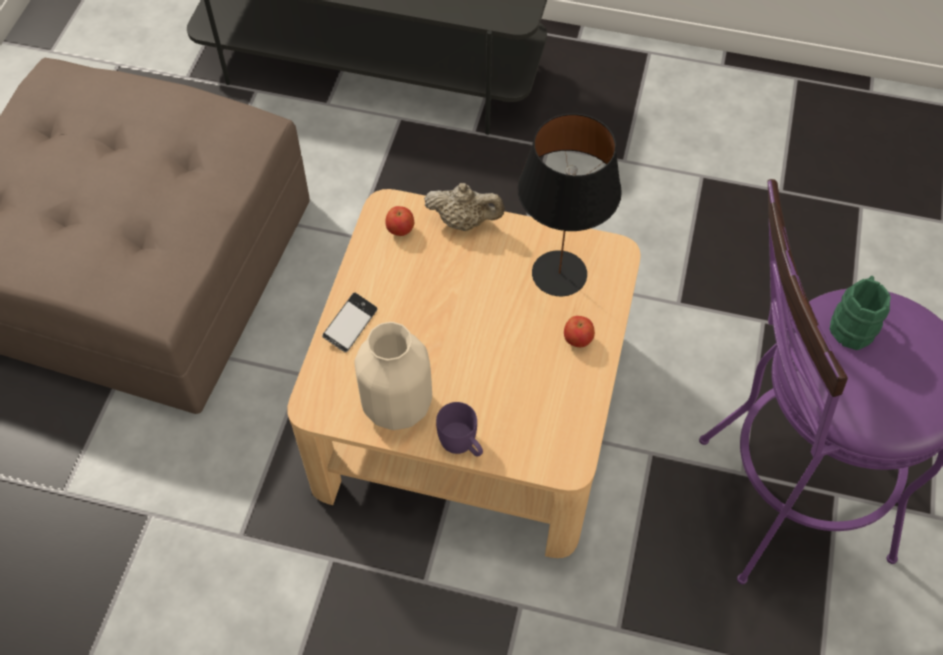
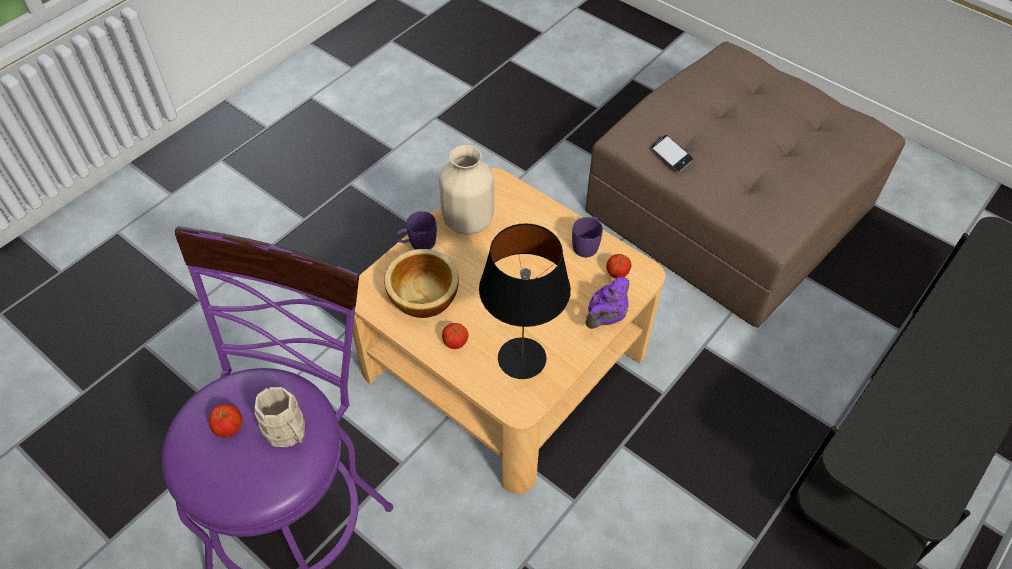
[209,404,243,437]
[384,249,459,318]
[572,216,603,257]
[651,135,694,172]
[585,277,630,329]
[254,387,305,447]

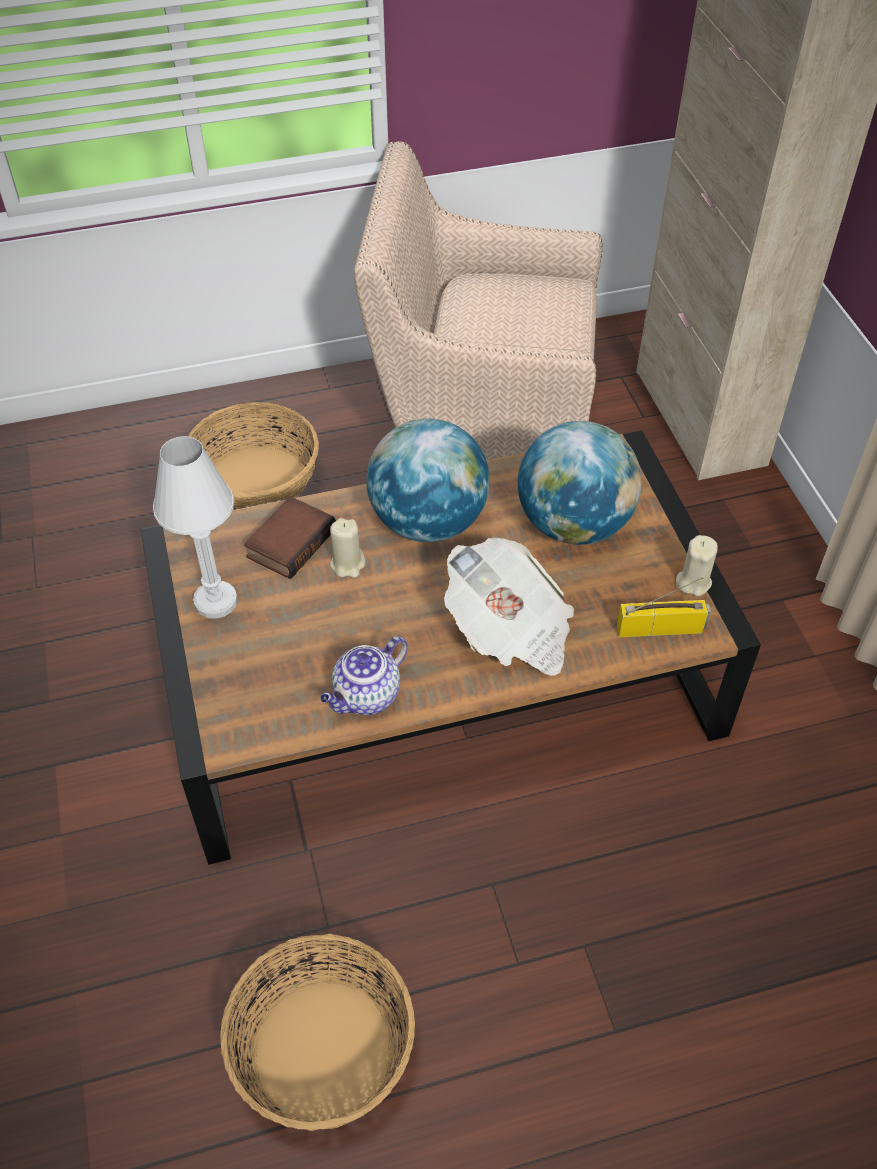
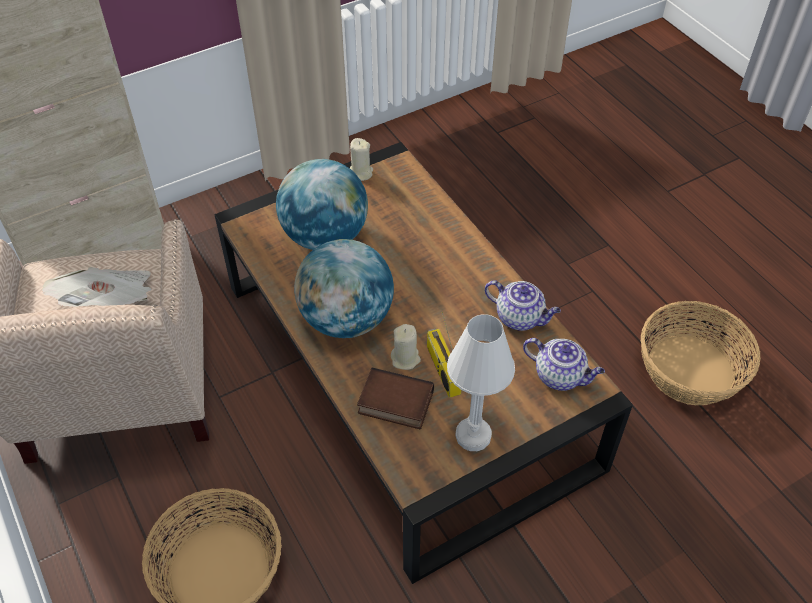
[523,338,605,391]
[42,267,152,307]
[427,312,461,398]

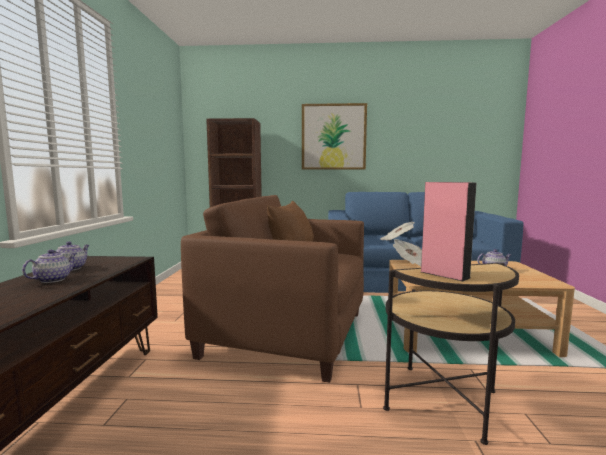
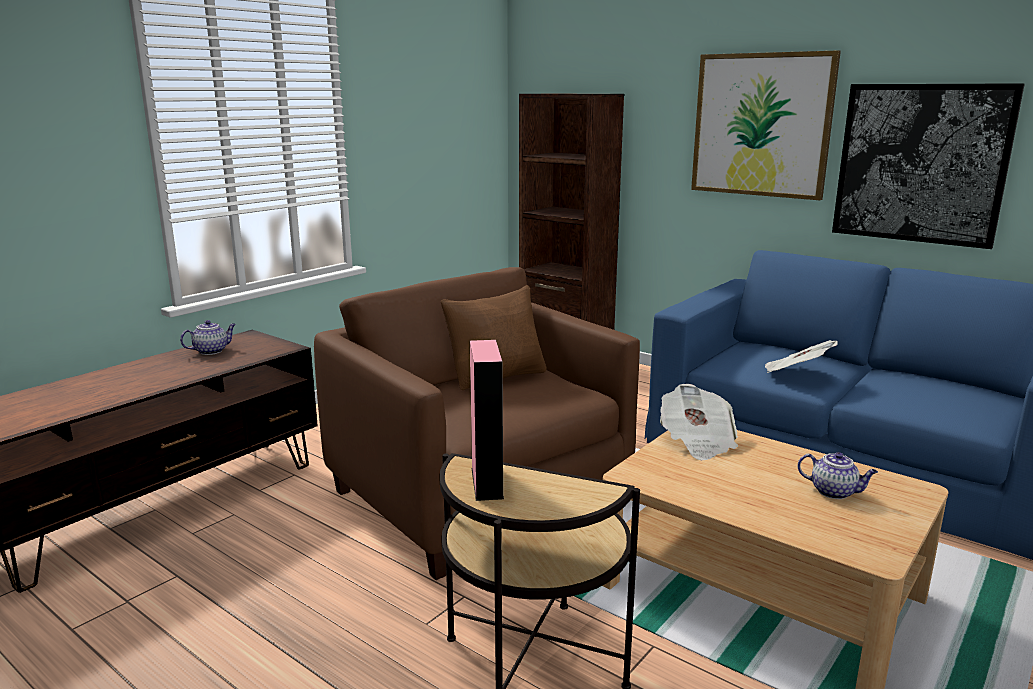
[22,250,77,283] (first image)
[832,83,1025,249]

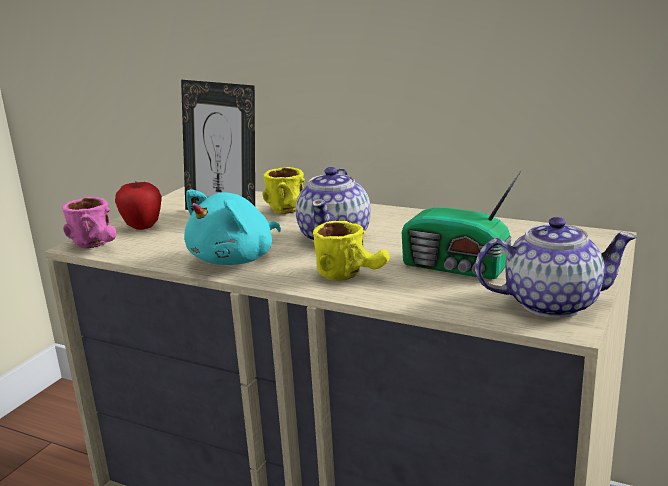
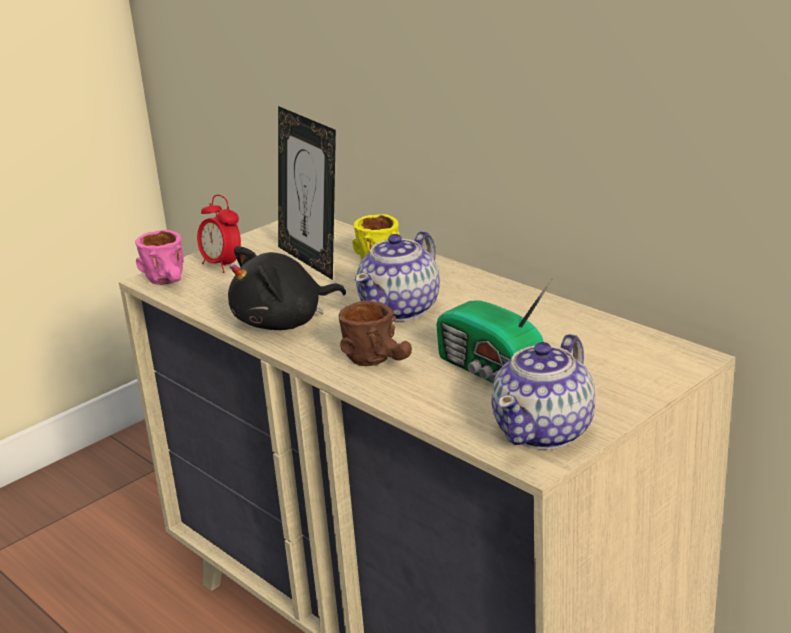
[197,195,241,273]
[228,246,346,330]
[339,301,412,366]
[492,334,595,450]

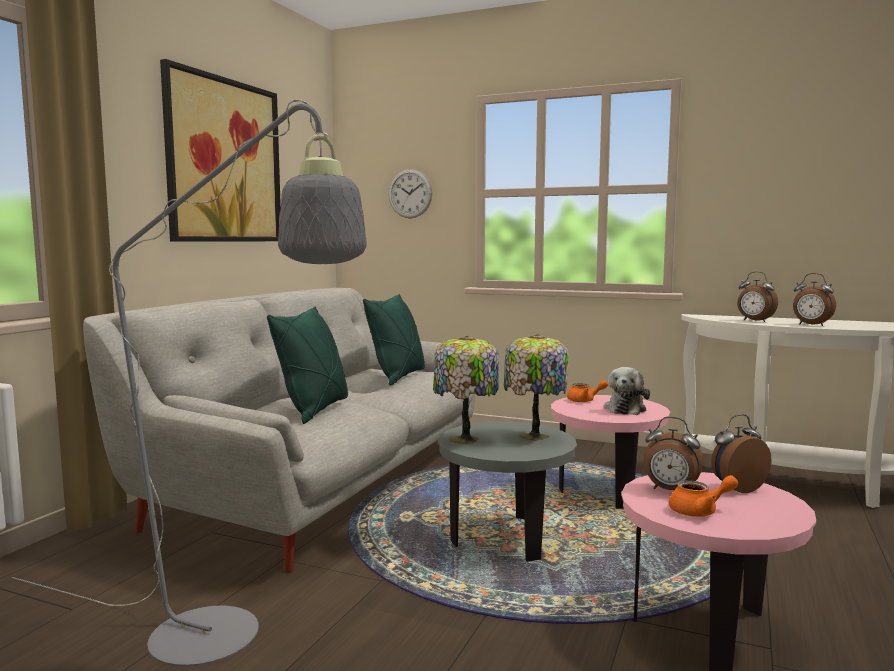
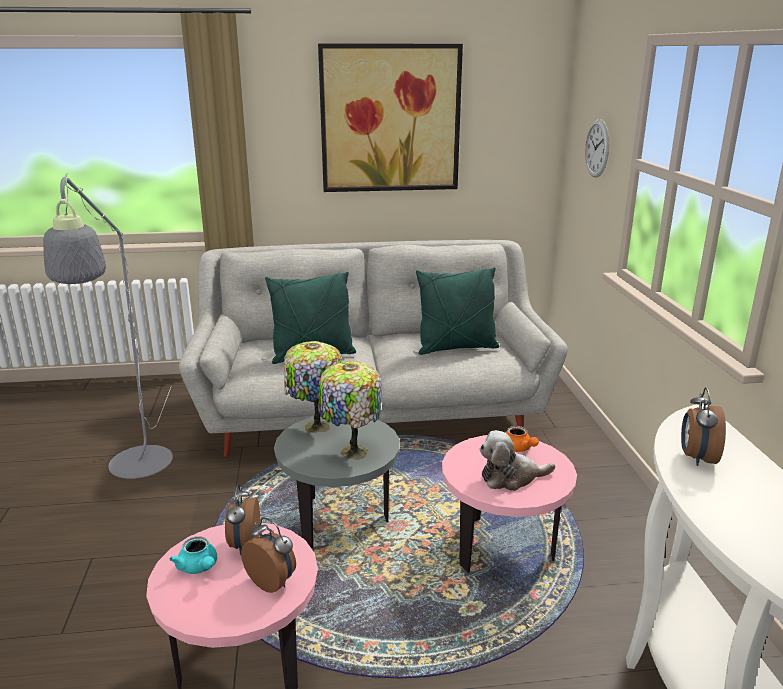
[793,273,836,326] (first image)
[169,536,217,574]

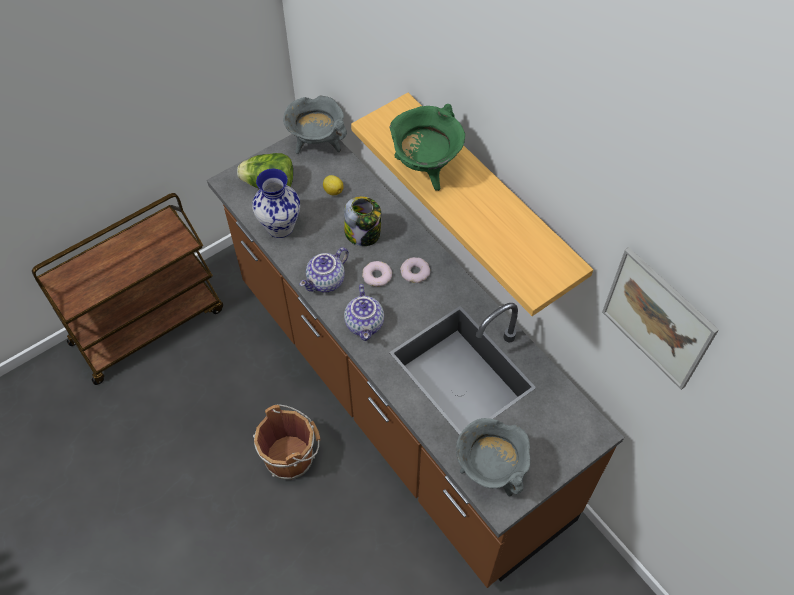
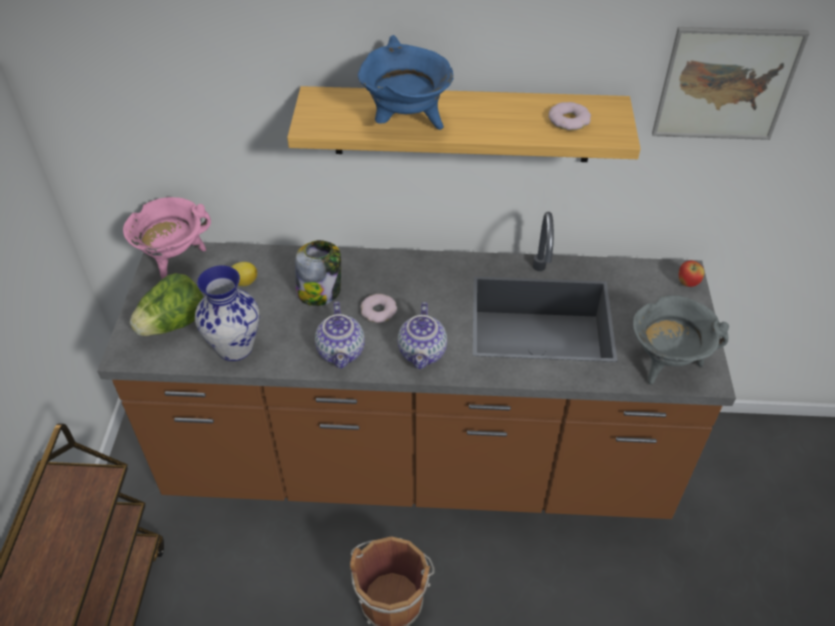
[679,261,704,287]
[548,102,591,130]
[123,197,211,279]
[358,35,453,130]
[398,302,447,369]

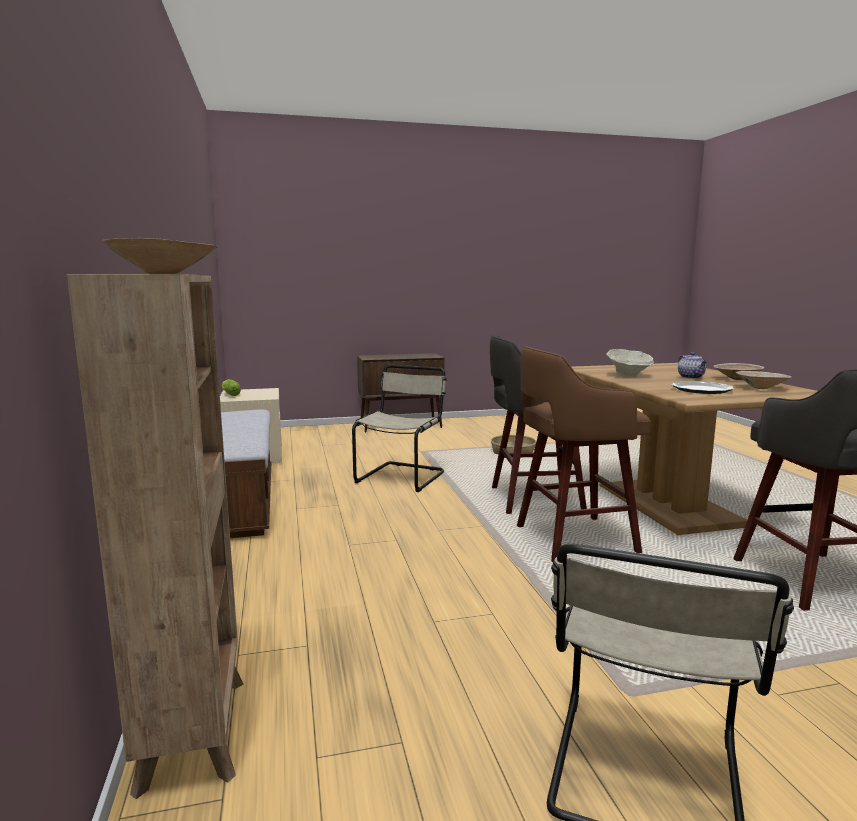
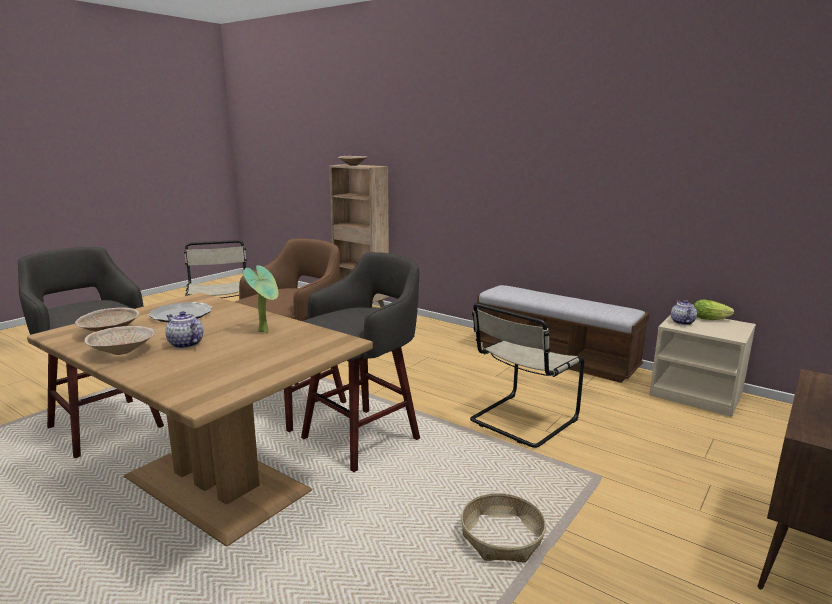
[671,300,697,325]
[243,265,278,333]
[470,303,585,448]

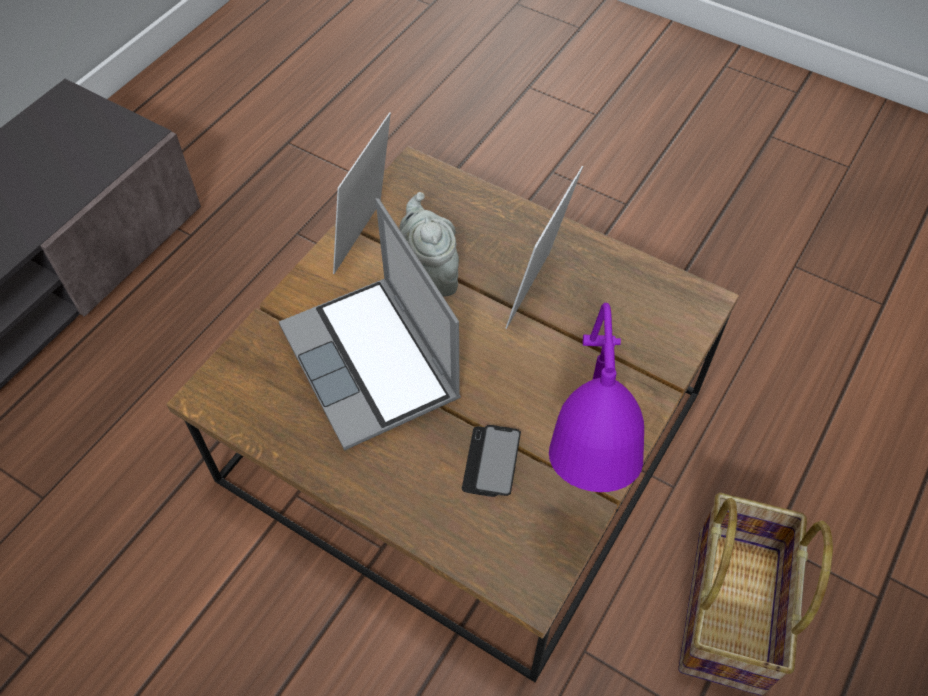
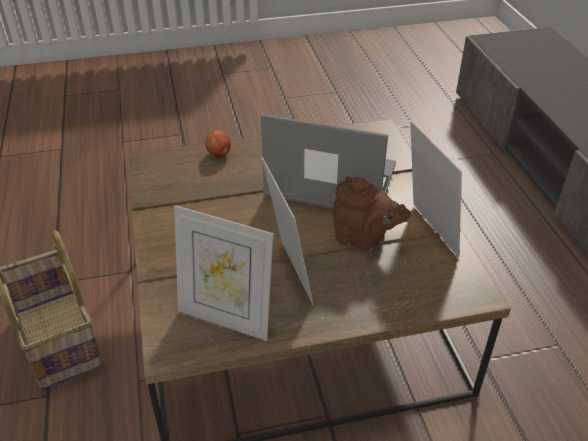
[462,425,521,497] (first image)
[549,303,644,492] (first image)
[174,205,273,341]
[205,130,231,157]
[333,176,410,251]

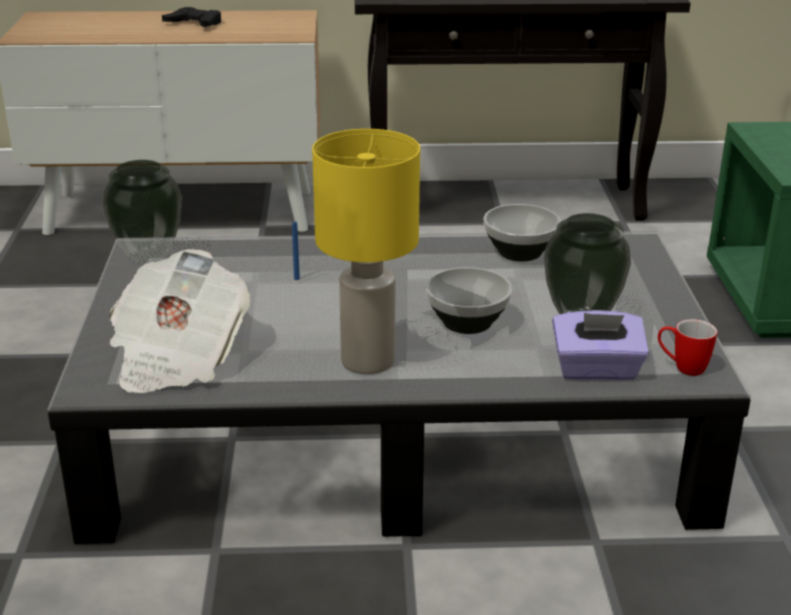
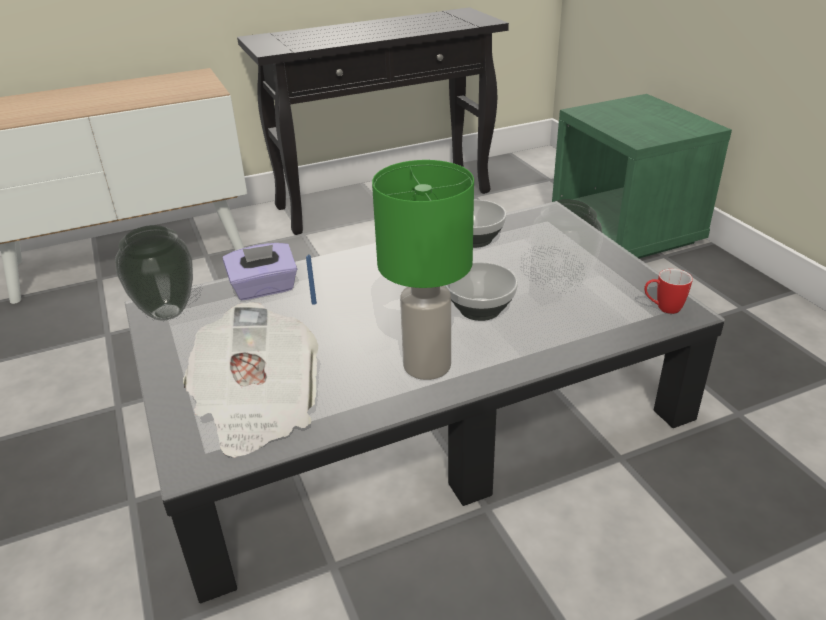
[162,7,221,27] (first image)
[223,243,297,301]
[372,160,474,380]

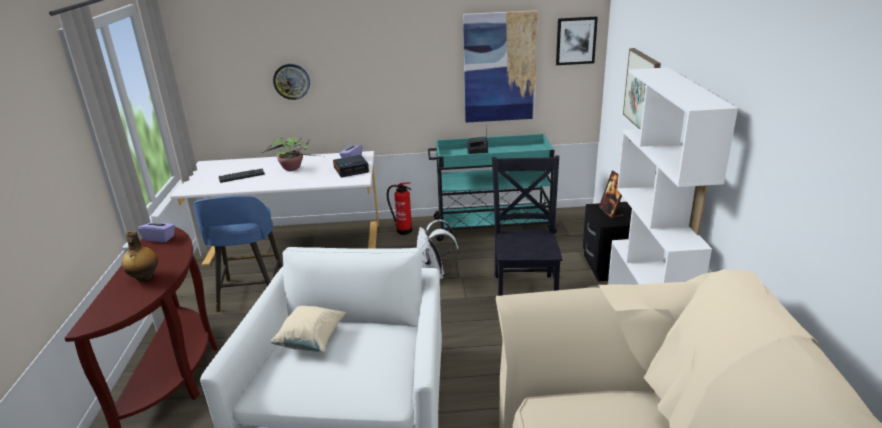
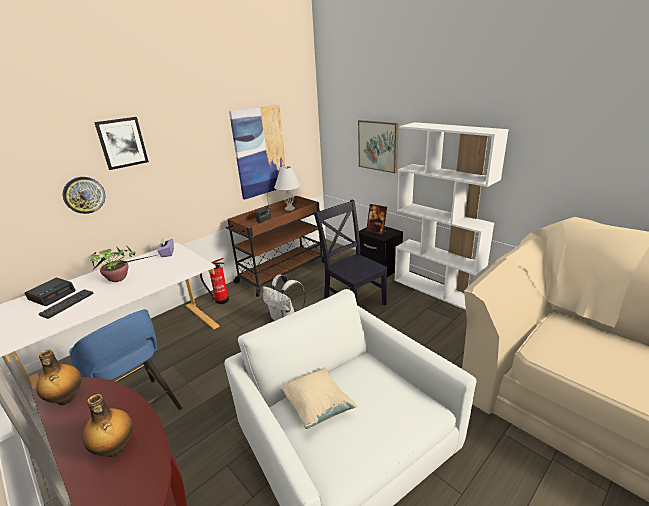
[274,166,301,211]
[25,278,76,306]
[94,117,149,170]
[36,350,82,405]
[226,196,324,297]

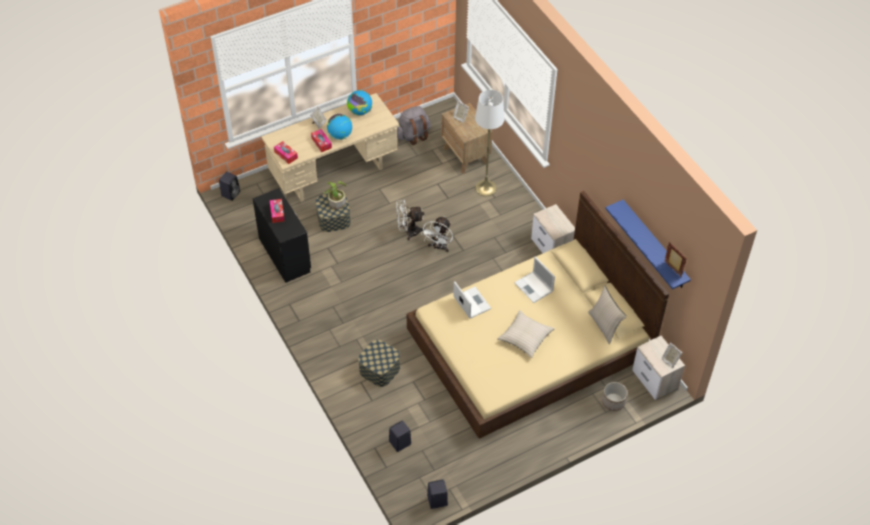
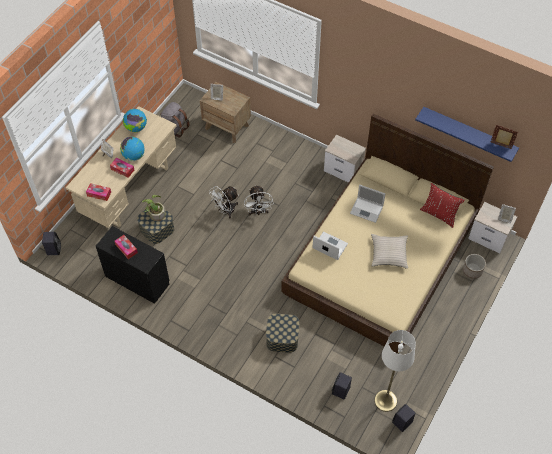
[374,330,416,412]
[420,183,465,228]

